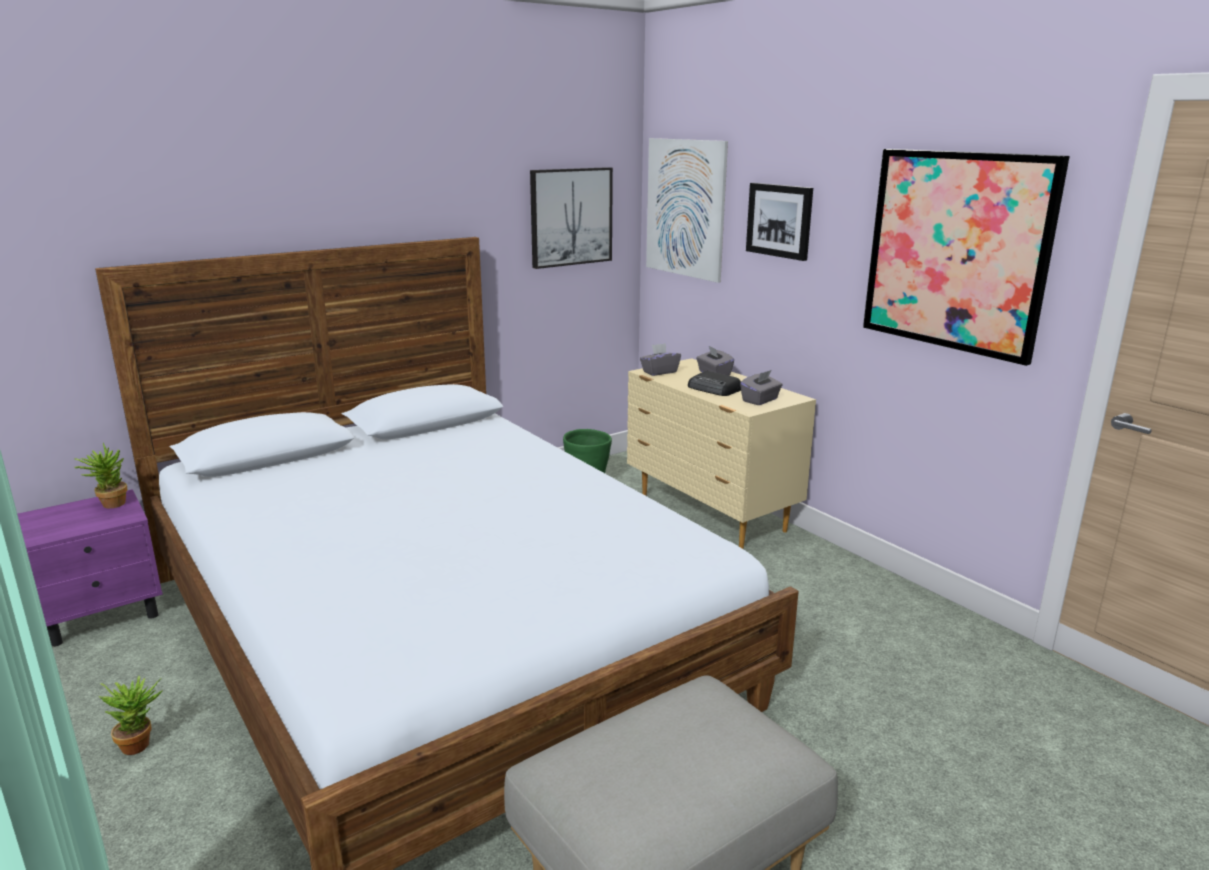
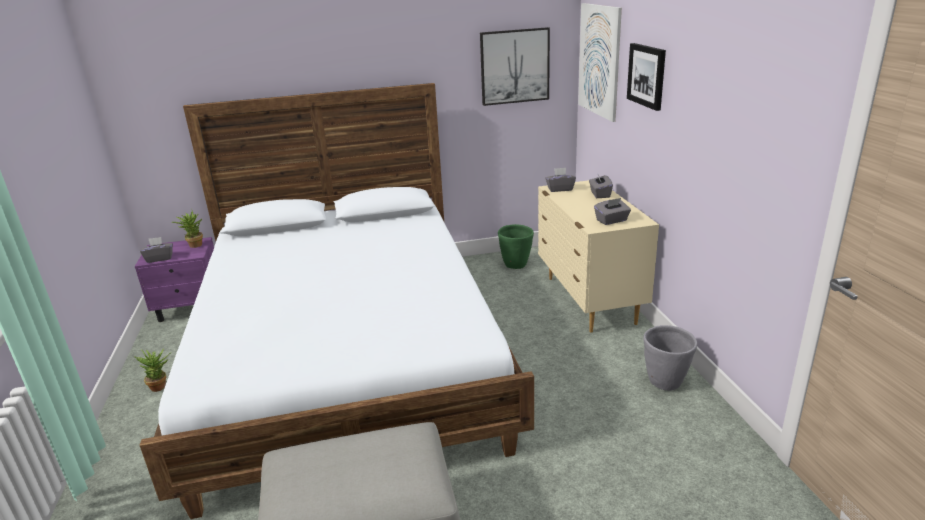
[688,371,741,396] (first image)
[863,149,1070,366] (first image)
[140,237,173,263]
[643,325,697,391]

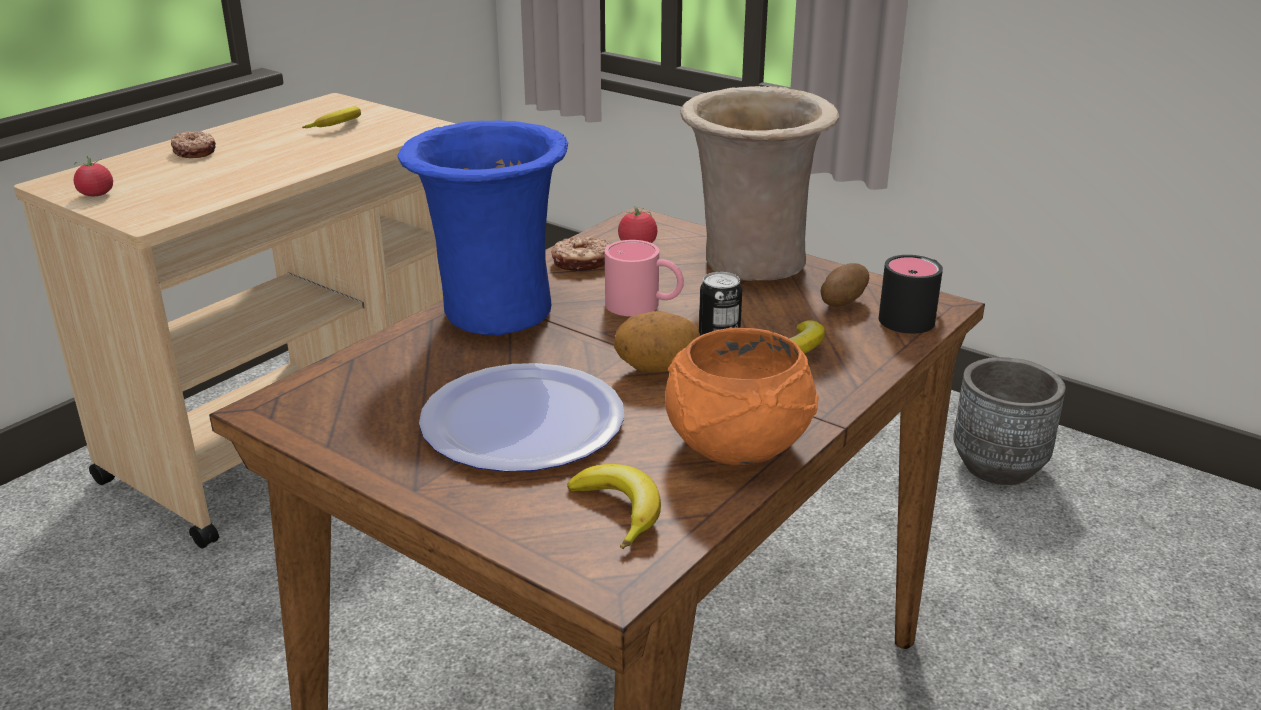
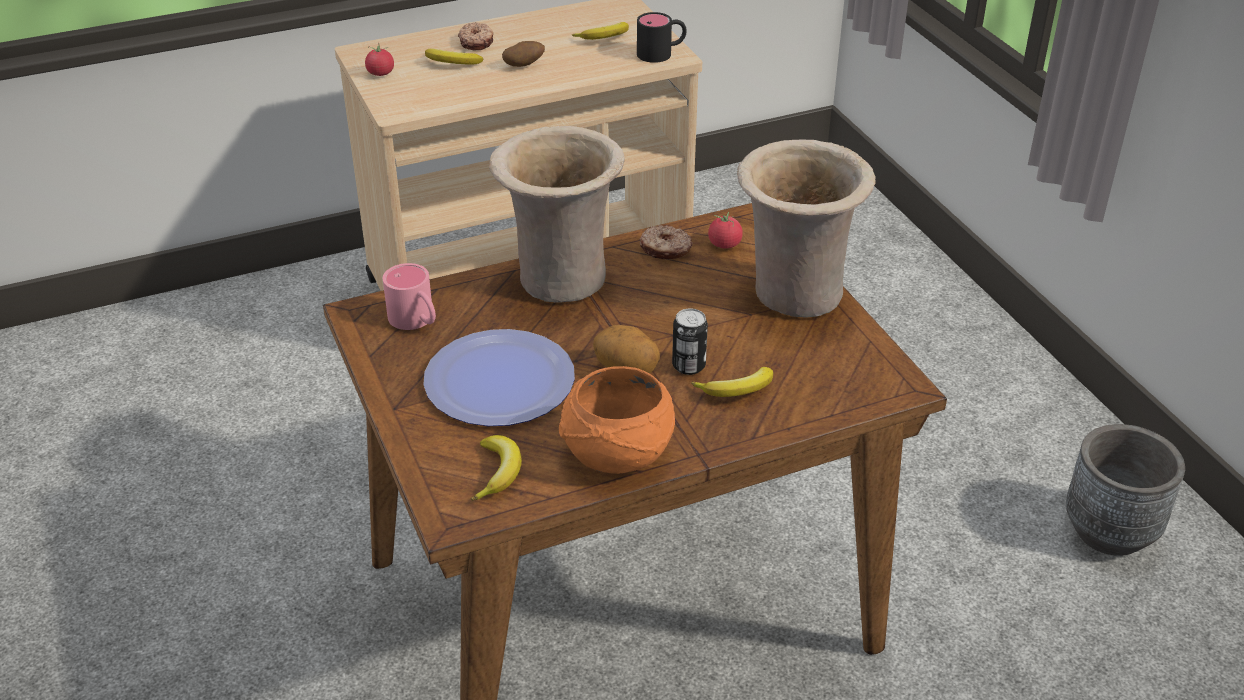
[425,49,483,65]
[383,263,436,330]
[502,41,545,67]
[637,12,687,63]
[489,126,625,303]

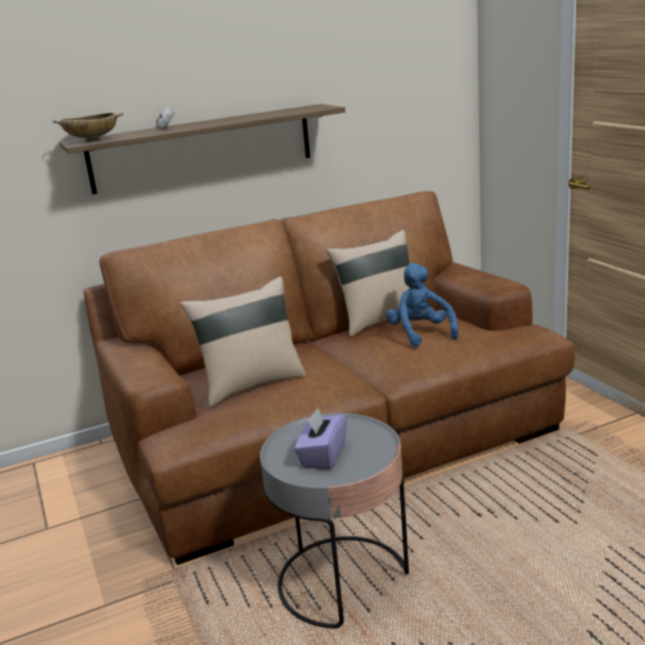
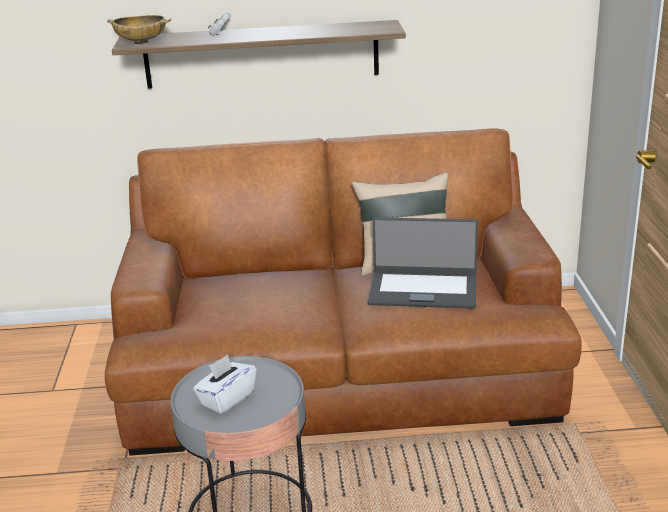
[180,276,306,407] (first image)
[368,217,478,309]
[193,354,256,414]

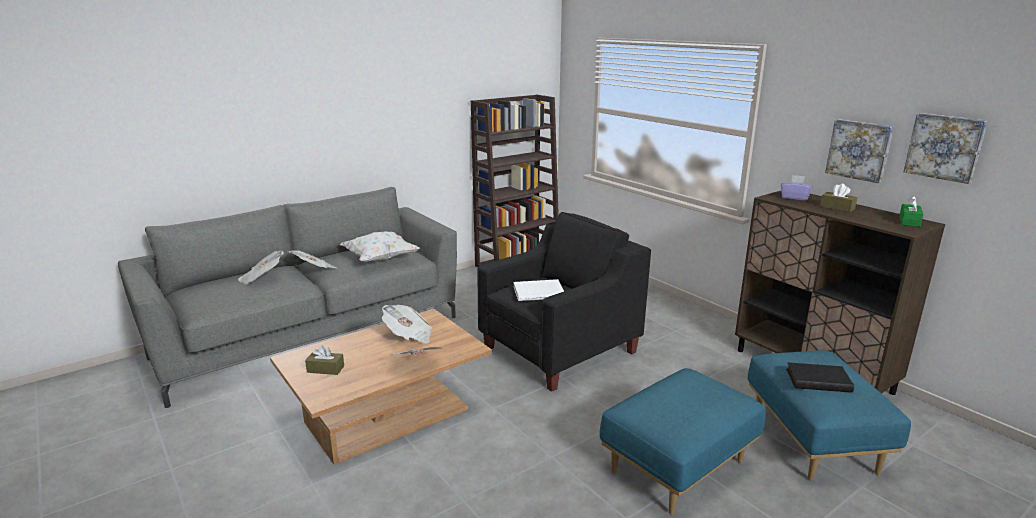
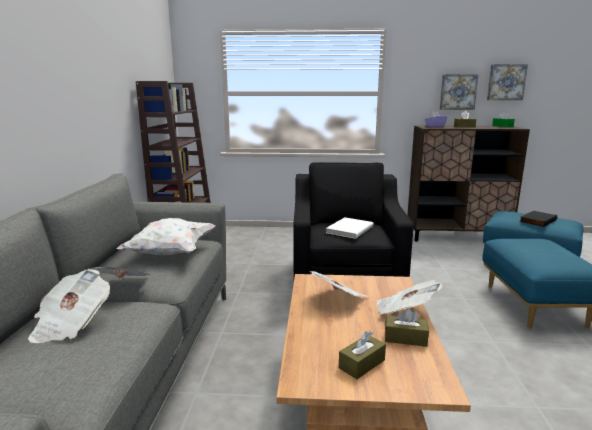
[385,308,429,347]

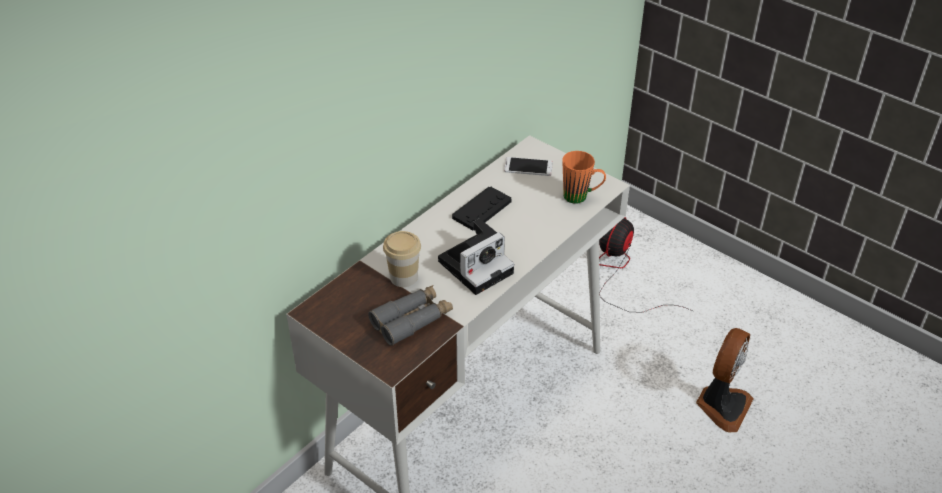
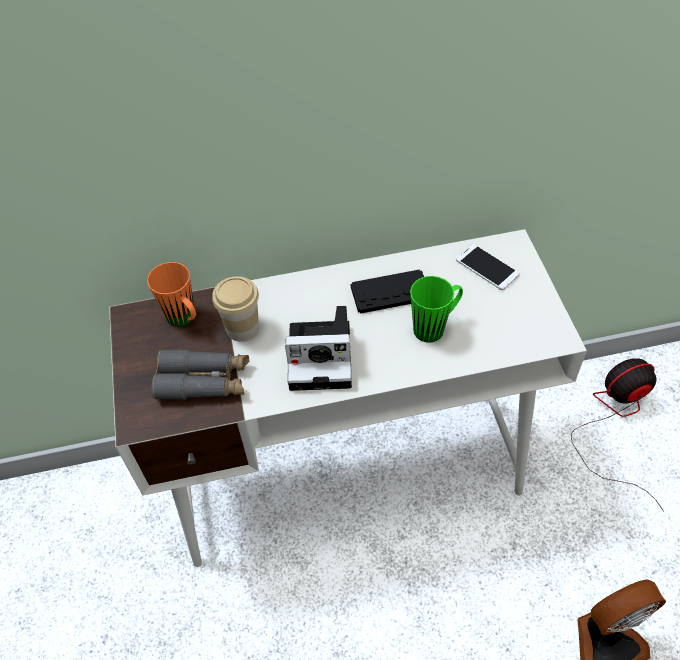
[410,276,463,343]
[147,262,196,327]

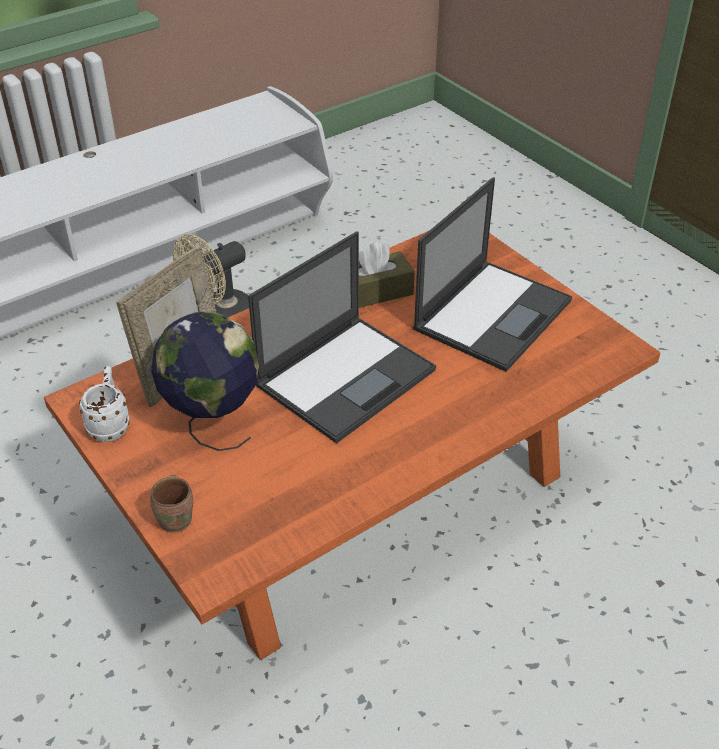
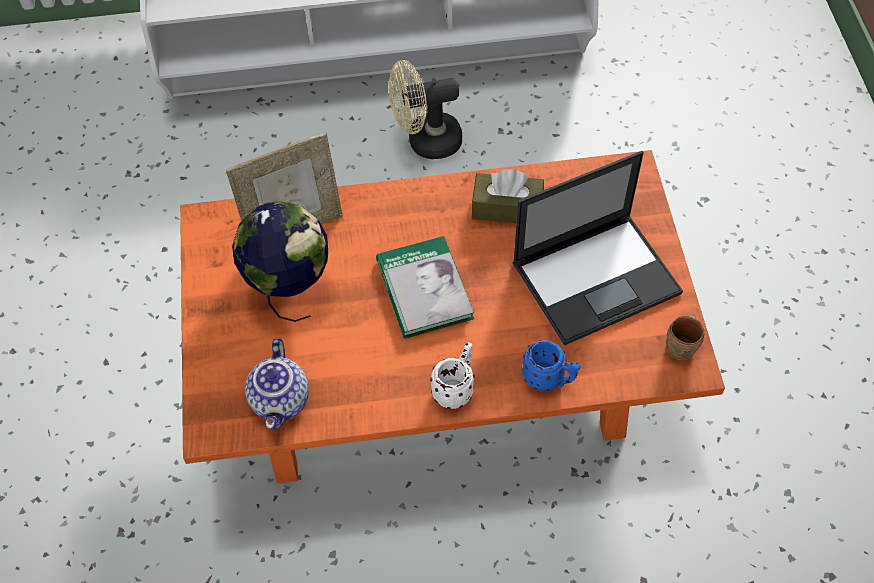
[245,338,309,430]
[522,340,580,391]
[430,342,475,409]
[667,314,704,360]
[376,236,474,339]

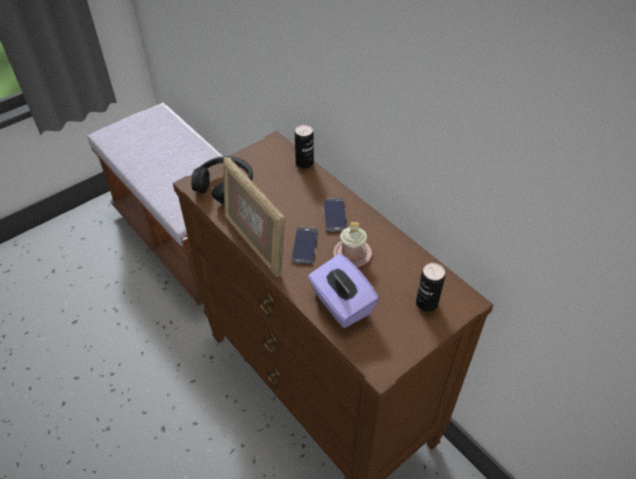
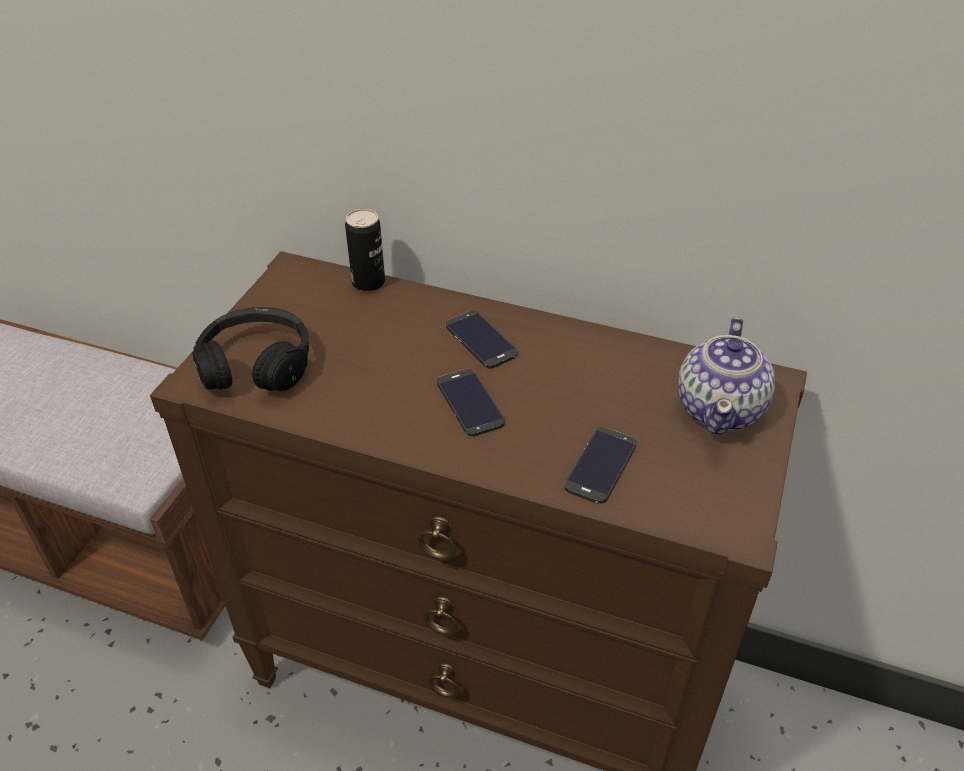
[223,157,285,277] (first image)
[333,222,372,267] (first image)
[564,427,637,504]
[678,317,775,434]

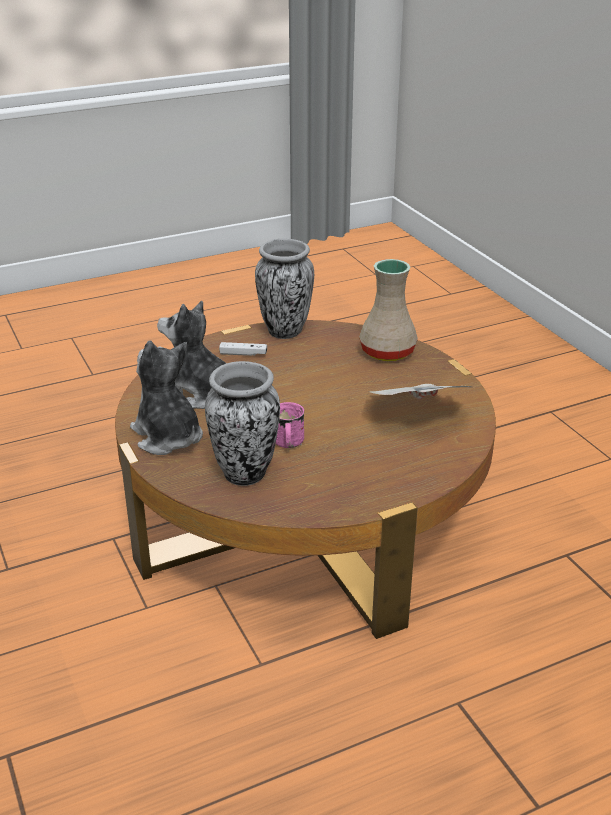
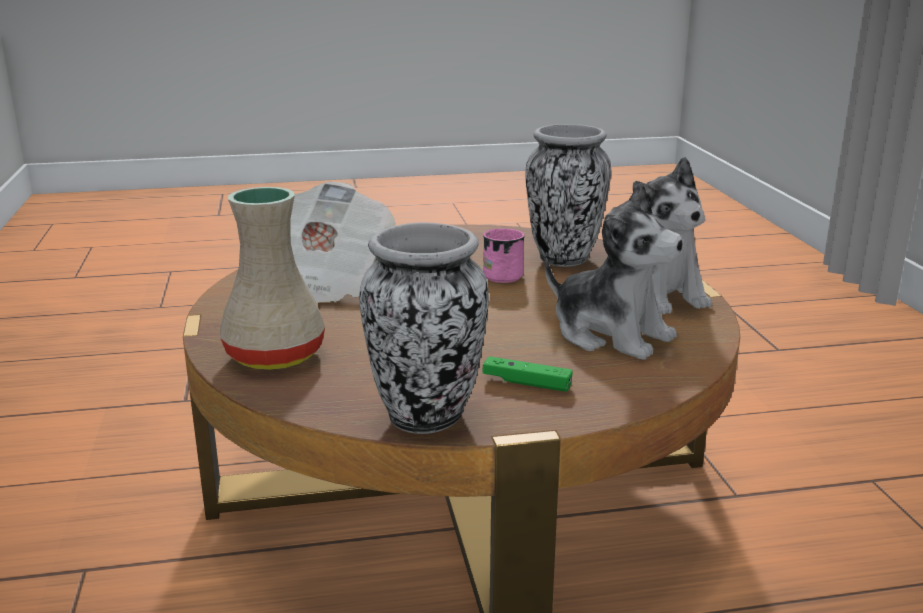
[483,356,573,392]

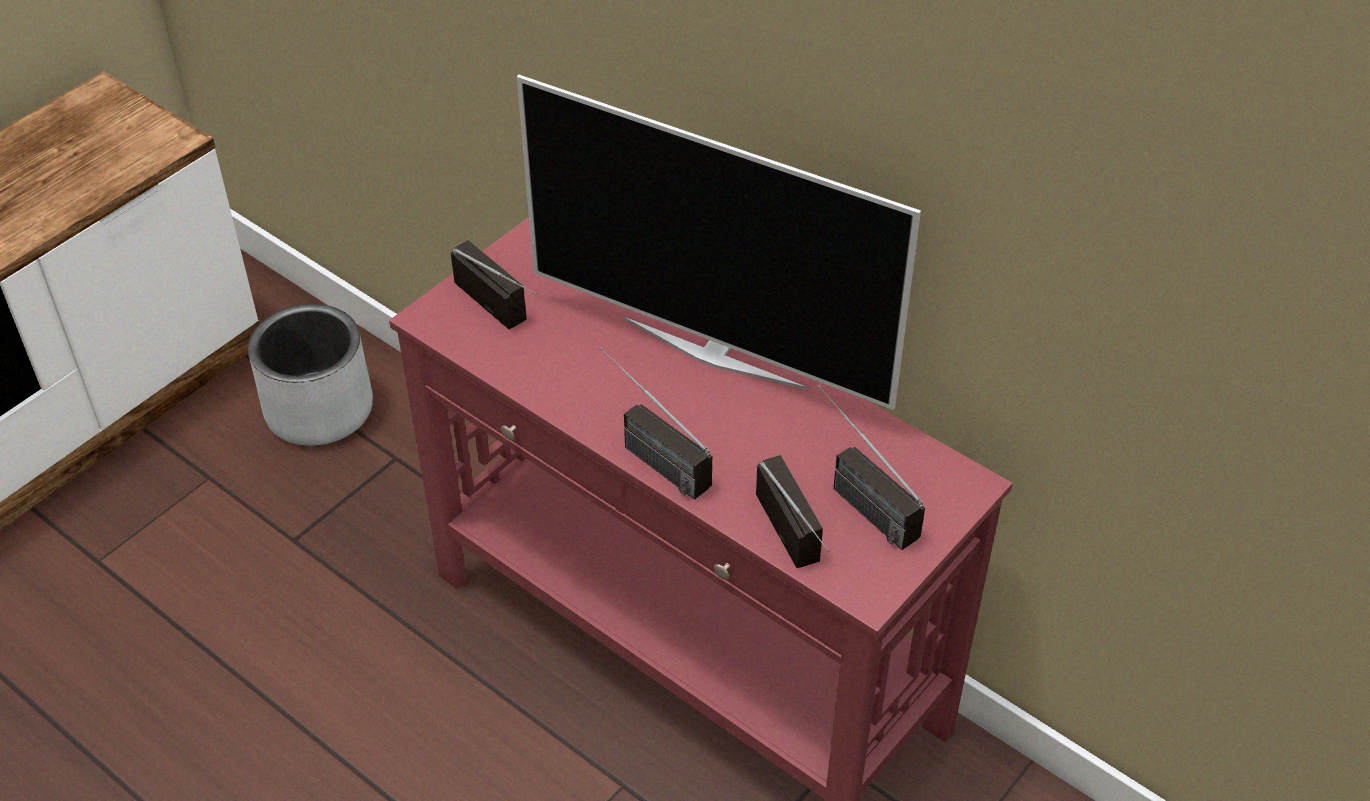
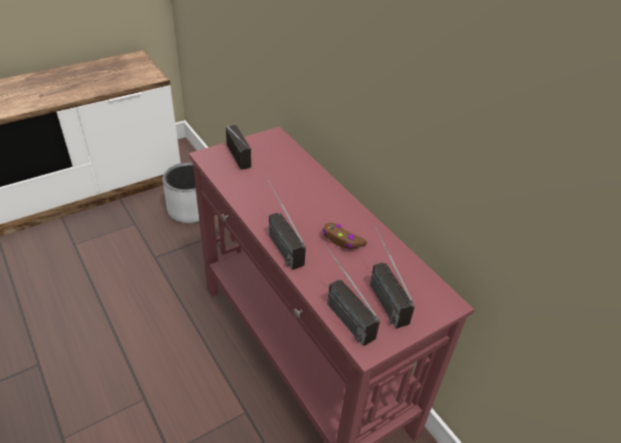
[517,75,921,410] (first image)
[322,223,367,250]
[323,241,380,346]

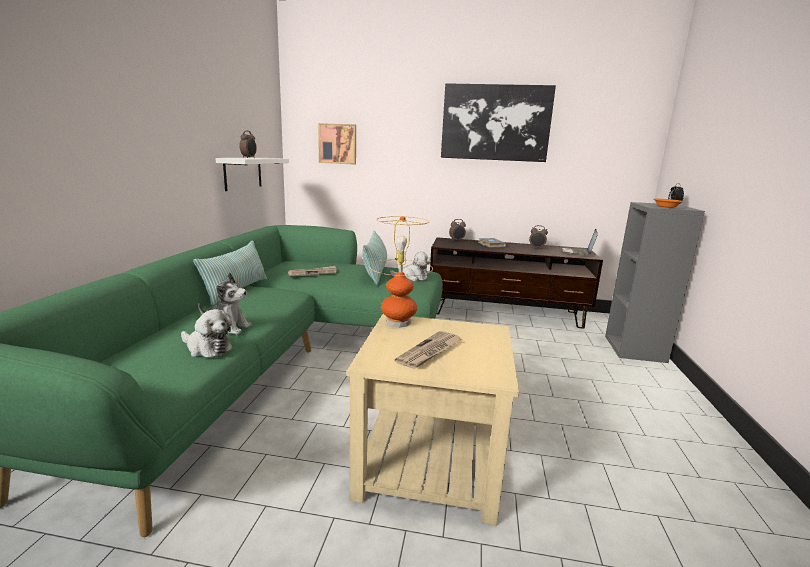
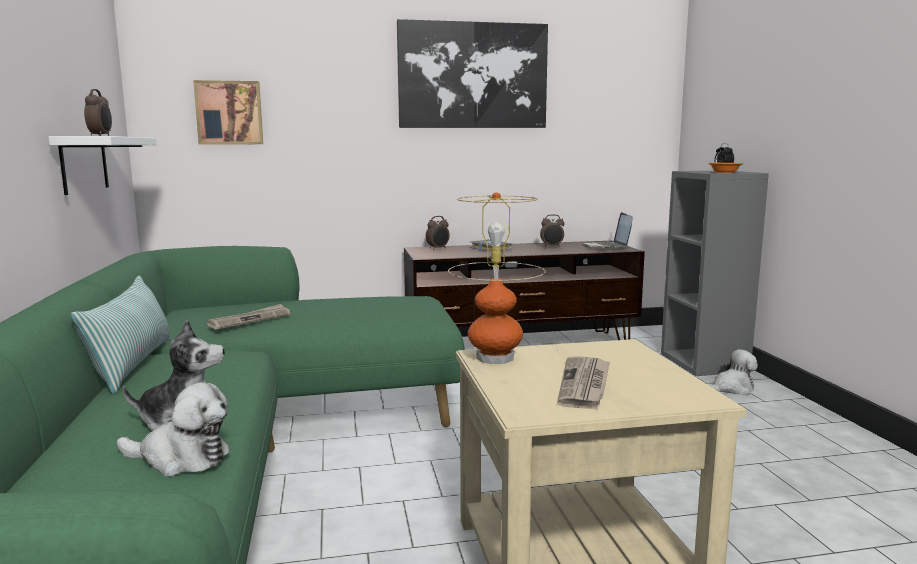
[362,230,387,285] (first image)
[706,349,758,395]

